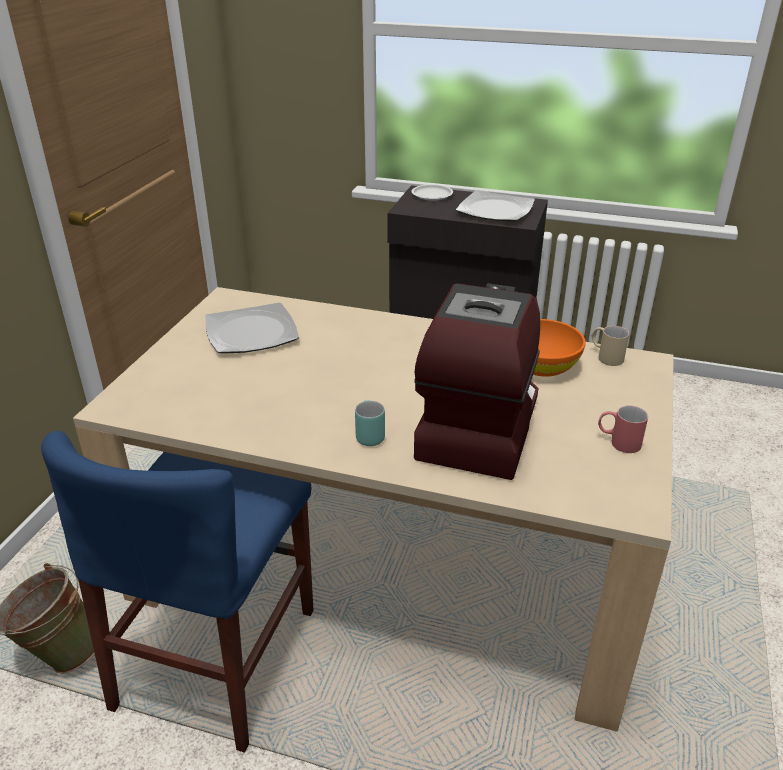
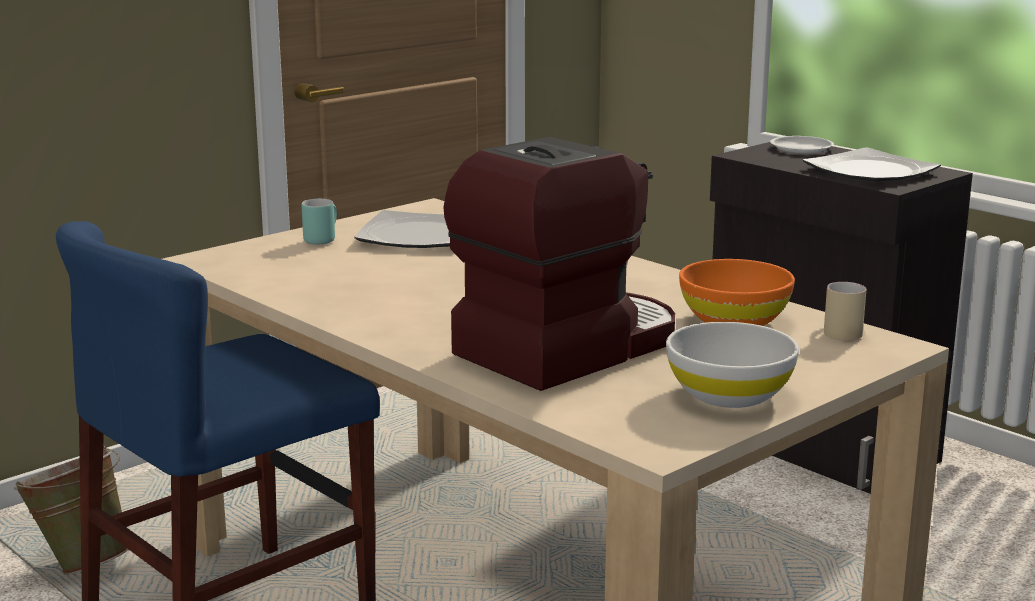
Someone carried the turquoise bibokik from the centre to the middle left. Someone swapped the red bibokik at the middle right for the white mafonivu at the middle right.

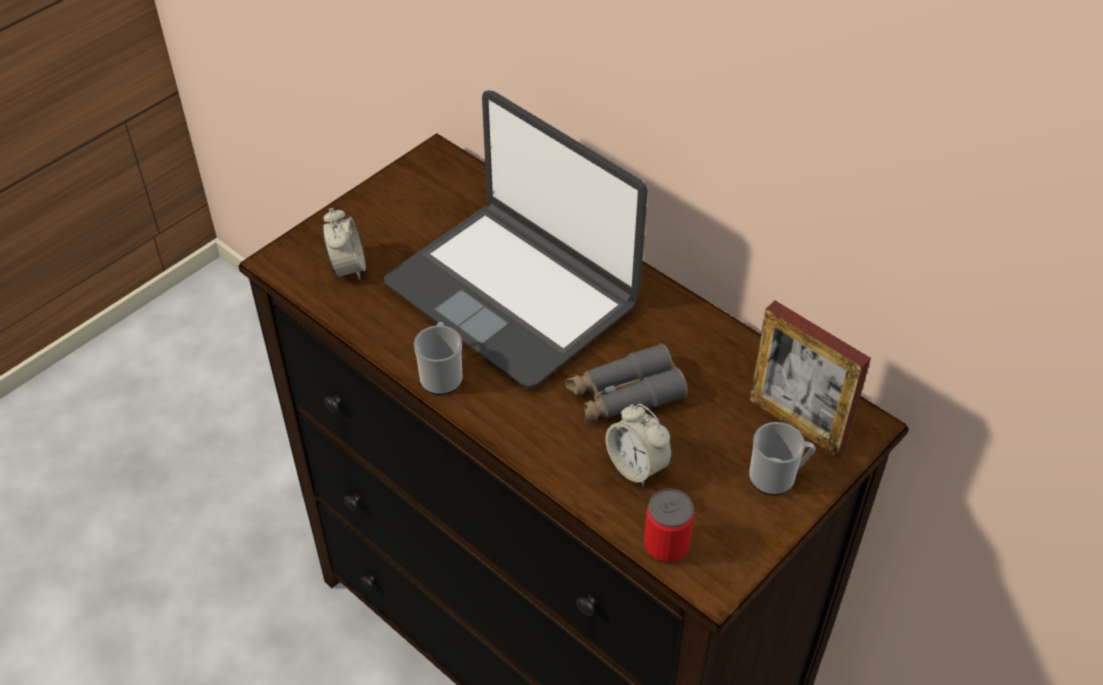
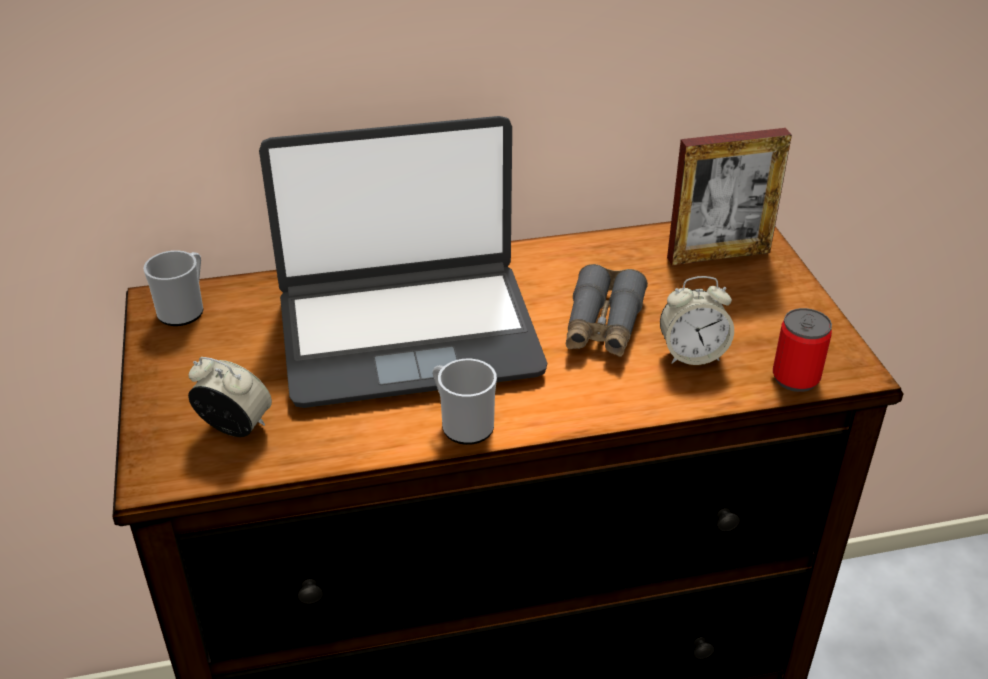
Someone carried the bibokik (2nd from left in the first image) from the bottom right to the middle left.

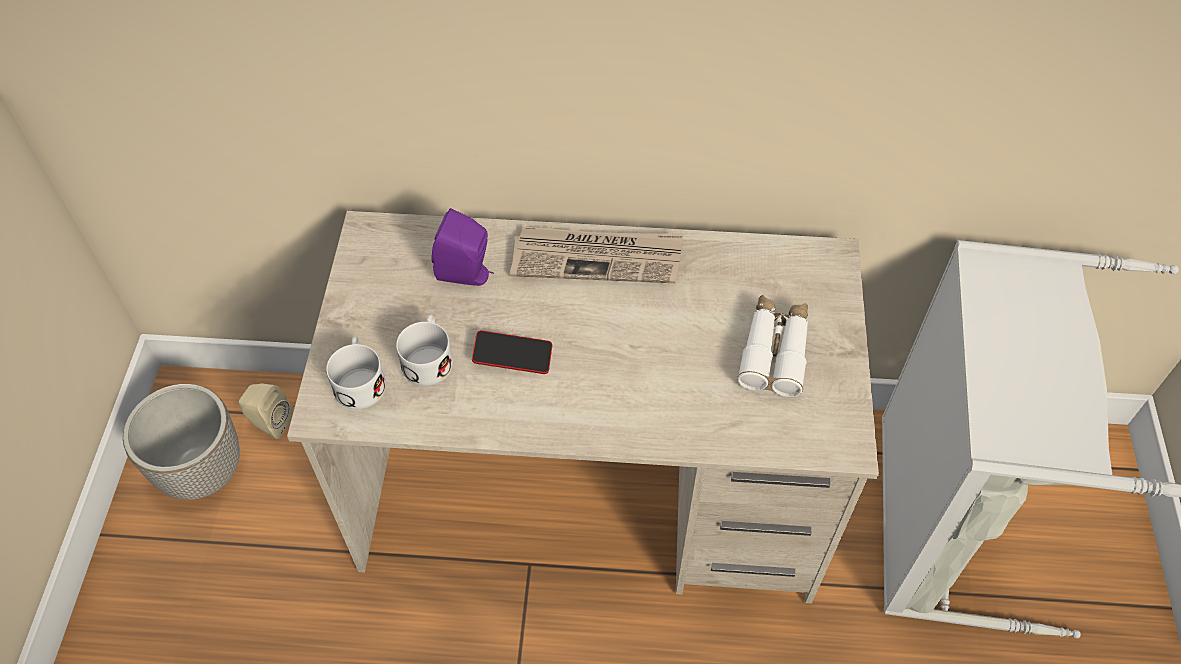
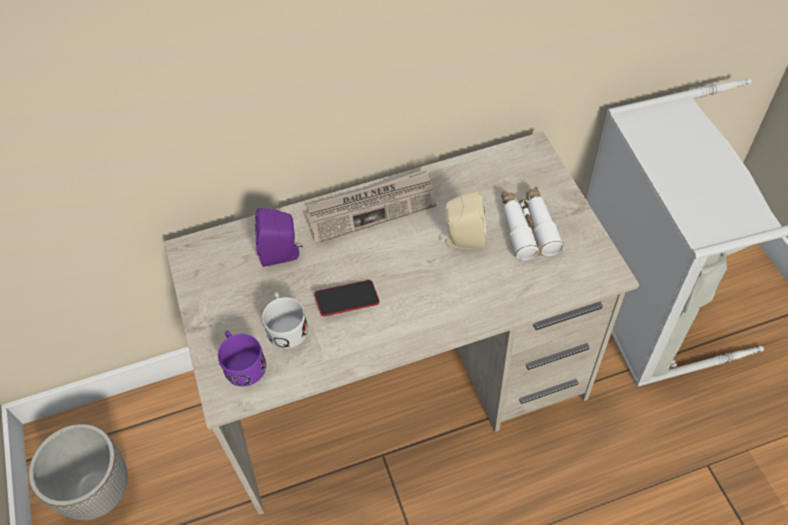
Someone carried the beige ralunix from the middle left to the centre. Someone repainted the white bibokik (1st from left) at the middle left, which became the purple bibokik at the bottom left.

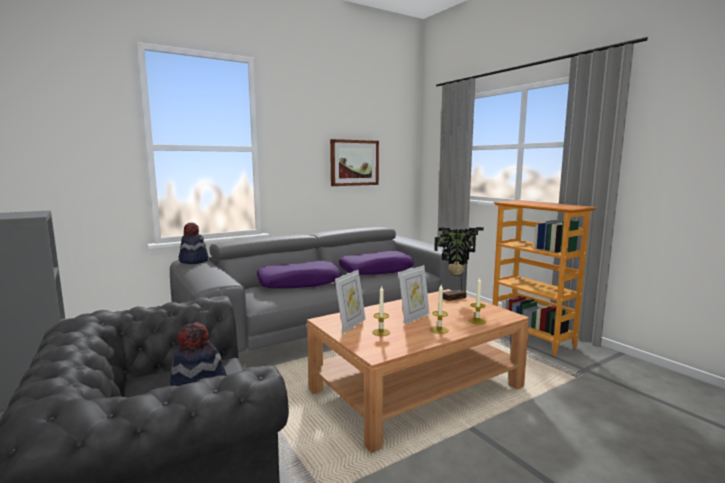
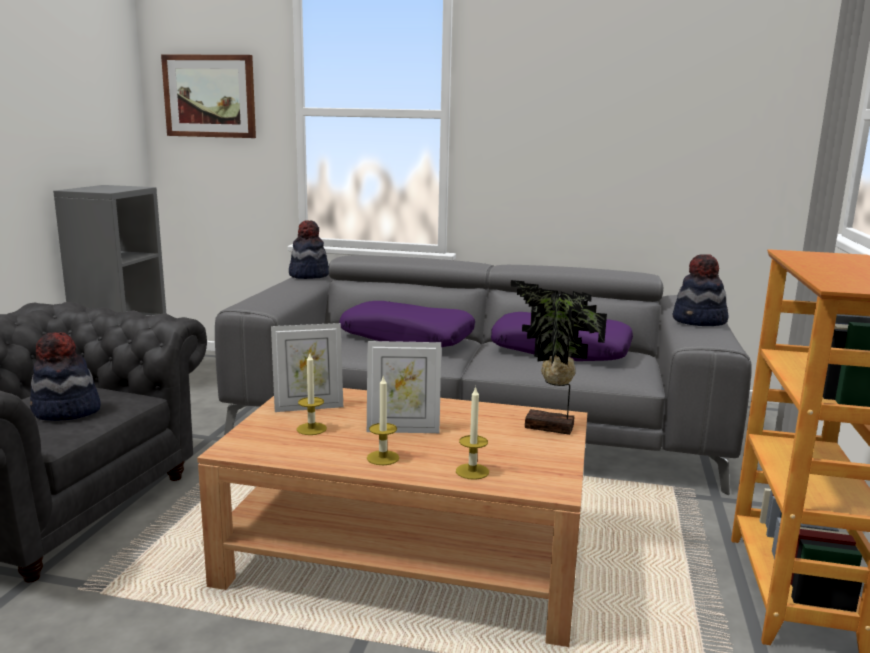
Someone carried the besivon from the centre to the top left. Someone put down the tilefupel (3rd from left) at the middle right.

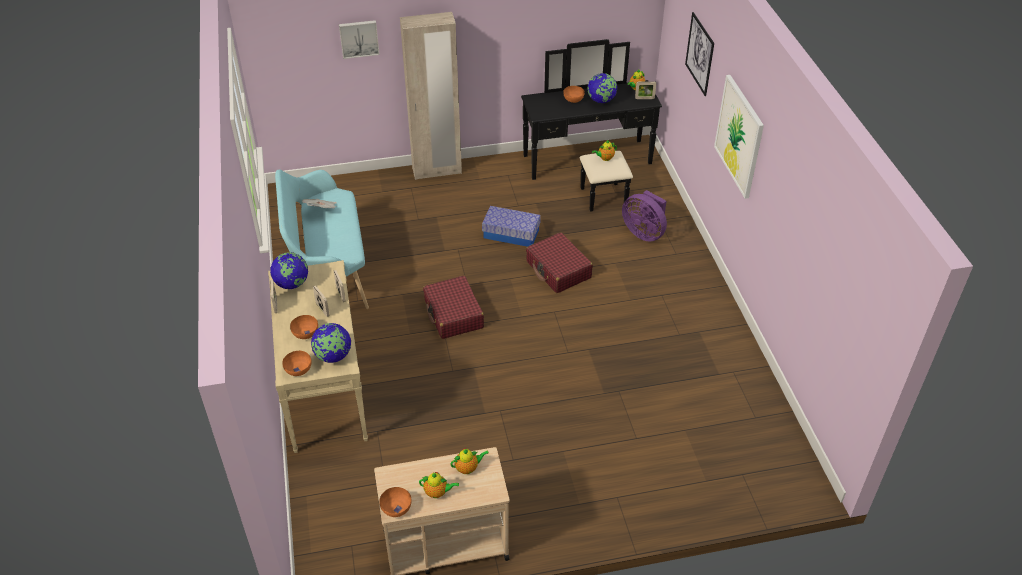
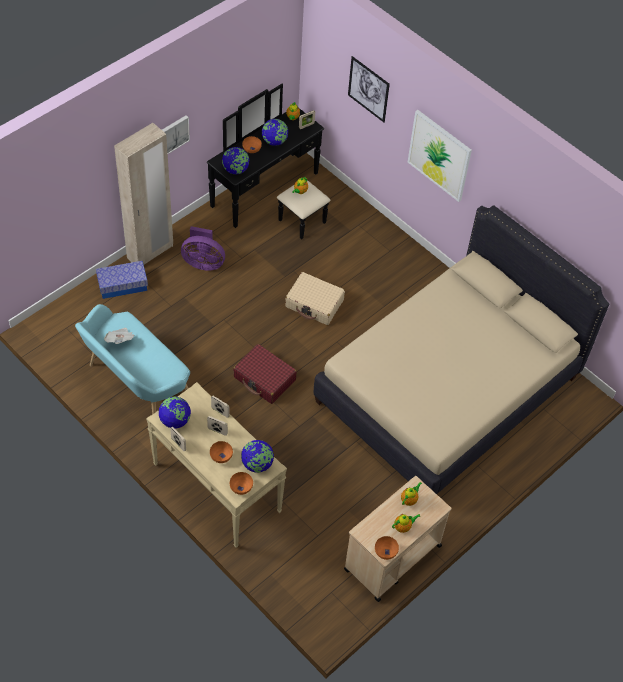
Someone carried the besivon (1st from left) from the top centre to the top left. Someone carried the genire from the centre to the middle left. Someone repainted the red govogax (2nd from left) at the centre, which became the beige govogax at the centre. Someone carried the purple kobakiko from the centre to the middle left. Someone put down the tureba (2nd from left) at the top centre. Someone put down the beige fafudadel at the middle right.

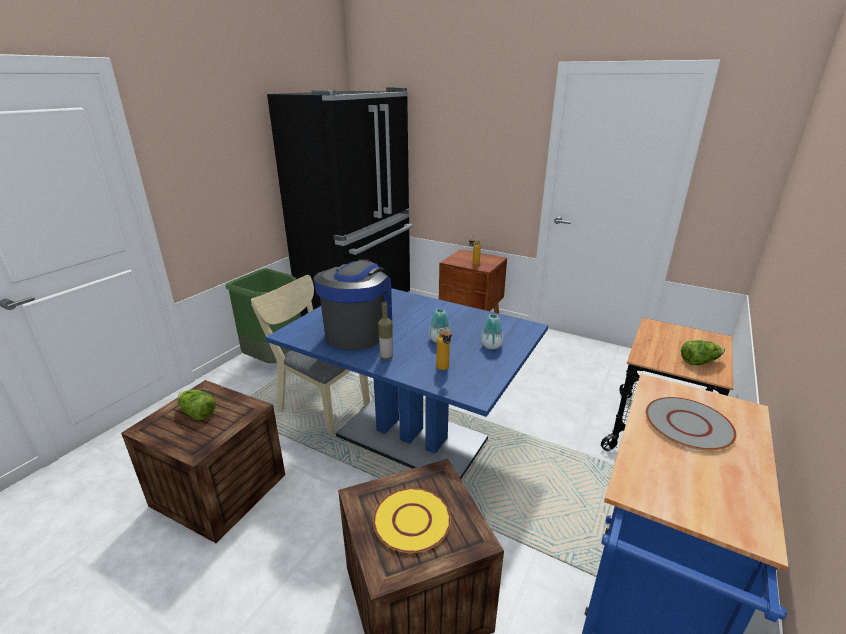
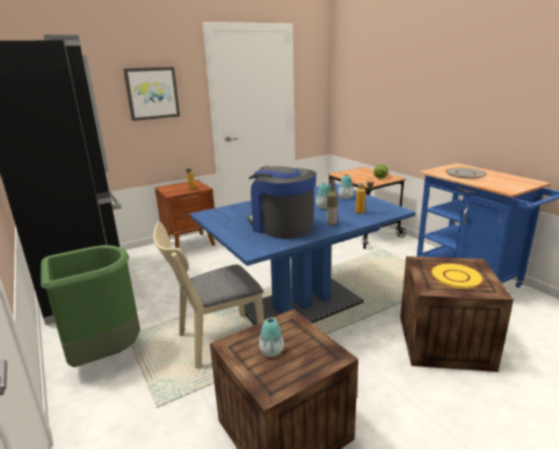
Someone swapped the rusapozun (1st from left) at the middle left for the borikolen (1st from left) at the bottom centre. Someone put up the besivon at the top left.

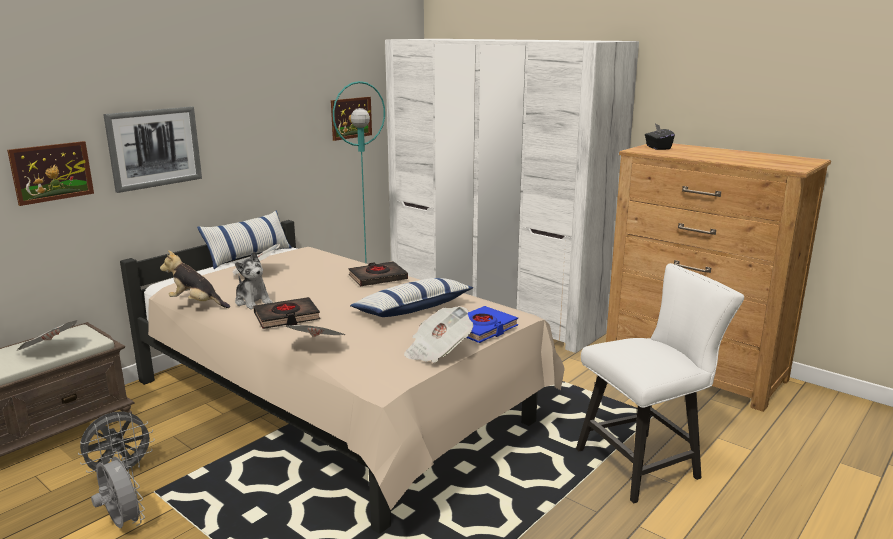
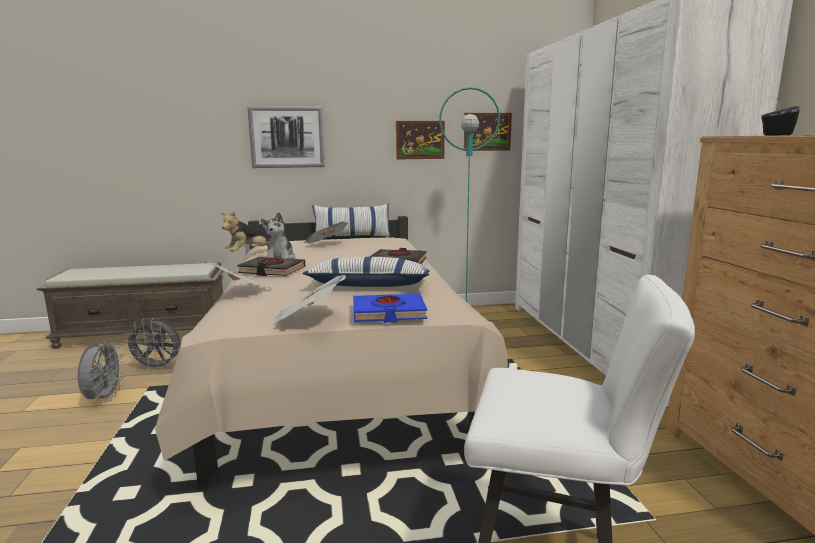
Someone carried the besivon (1st from left in the first image) from the top left to the top centre. Someone took away the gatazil (1st from left) at the middle left. Someone rotated the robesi (1st from left) at the middle left by 105 degrees counterclockwise.

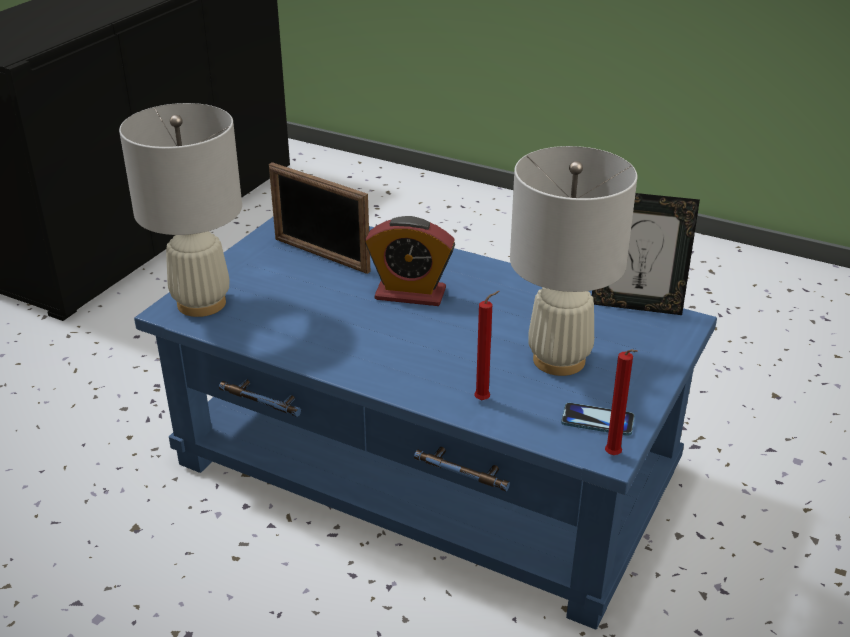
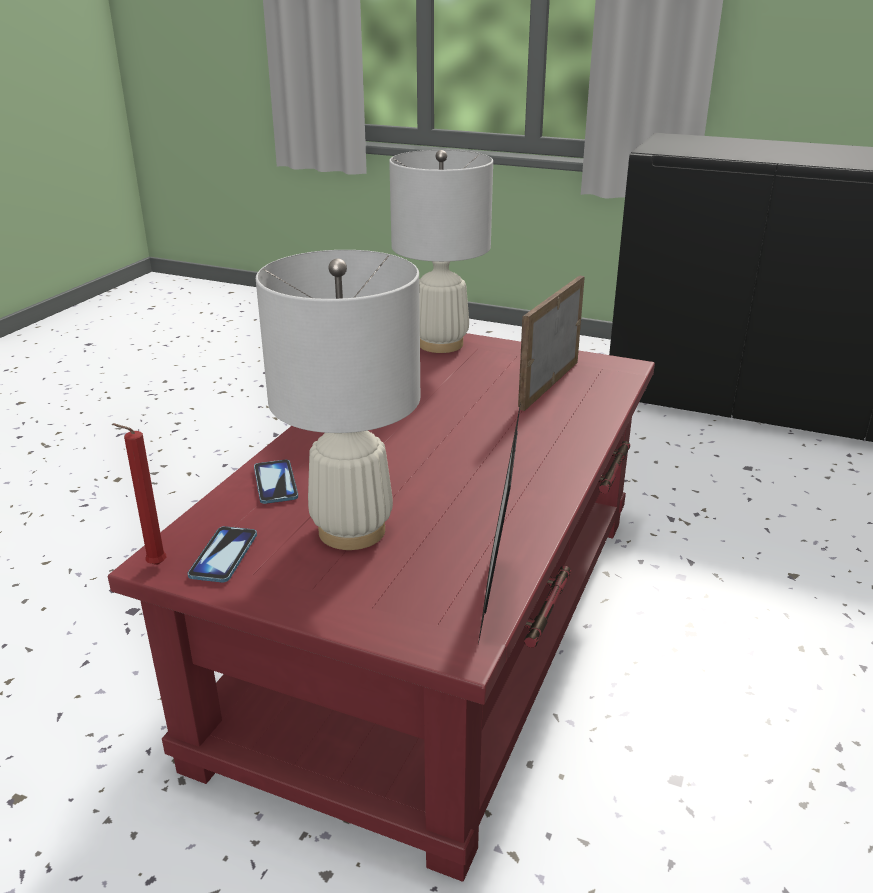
Someone repainted the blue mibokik at the centre, which became the red mibokik at the bottom centre. Someone took away the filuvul at the centre. Someone swapped the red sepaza (1st from left) at the centre for the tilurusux (2nd from left) at the middle left.

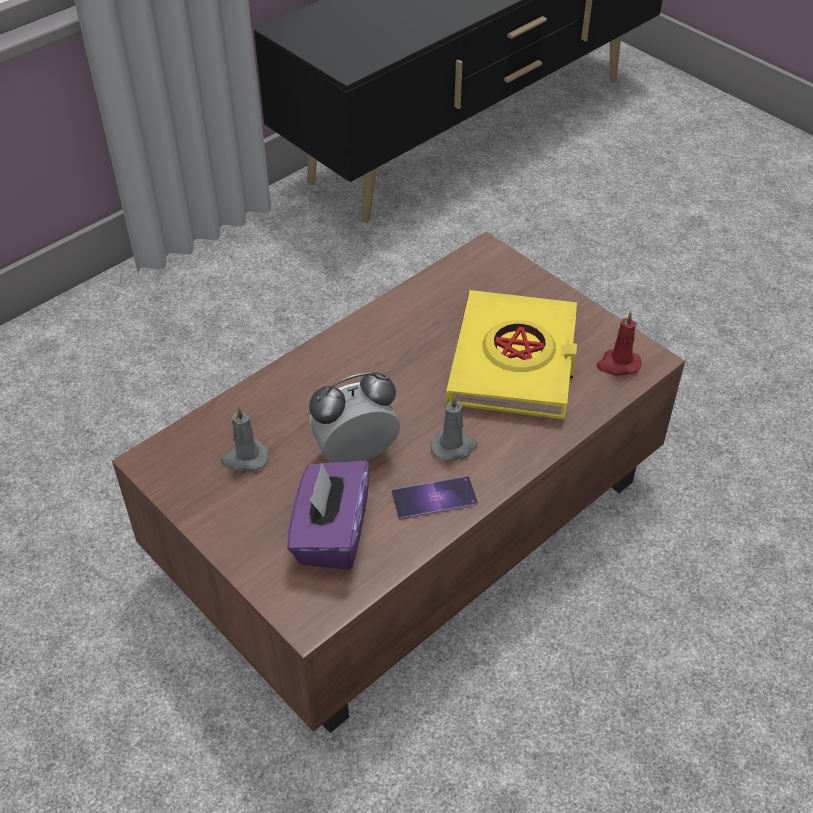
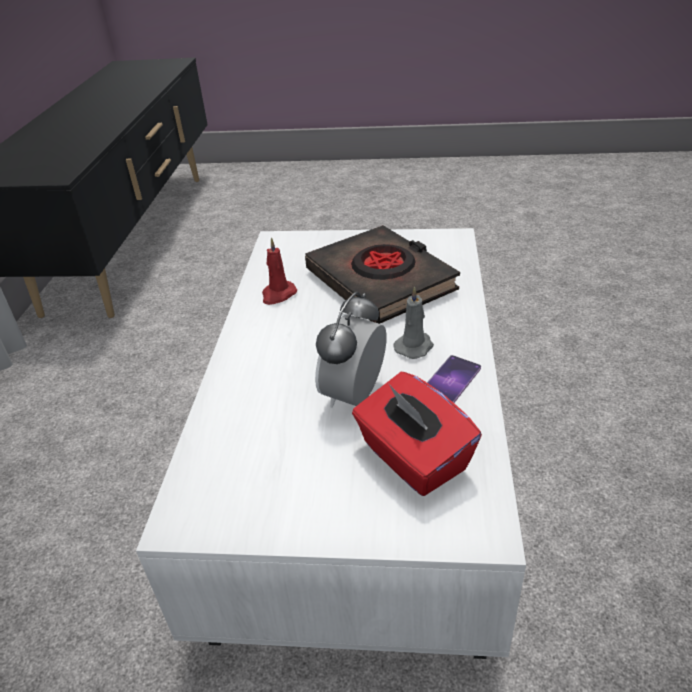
Someone repainted the brown mibokik at the centre, which became the white mibokik at the centre. Someone took away the grey sepaza (1st from left) at the middle left. Someone repainted the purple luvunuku at the centre, which became the red luvunuku at the centre. Someone repainted the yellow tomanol at the centre, which became the black tomanol at the centre. Someone carried the red sepaza from the middle right to the centre.

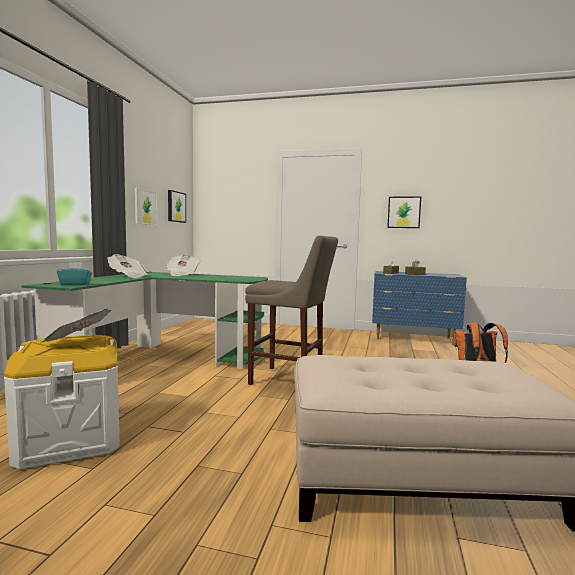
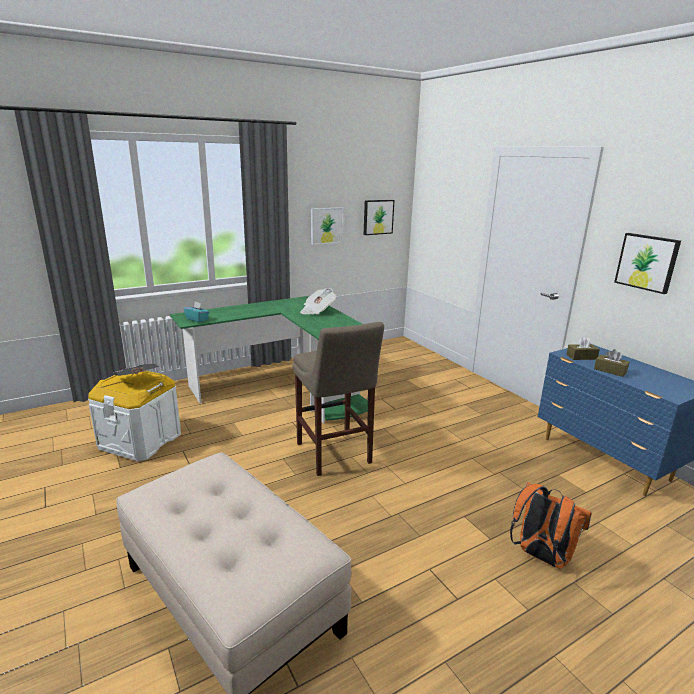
Someone took away the gatazil (2nd from left) at the middle left.

